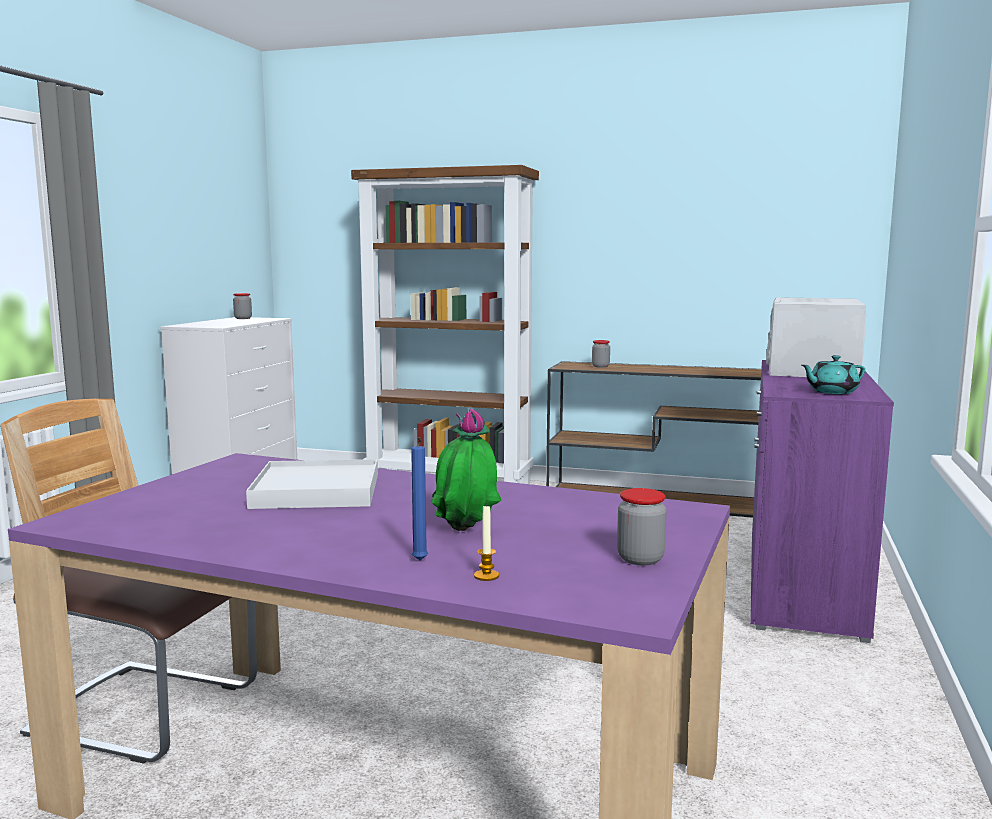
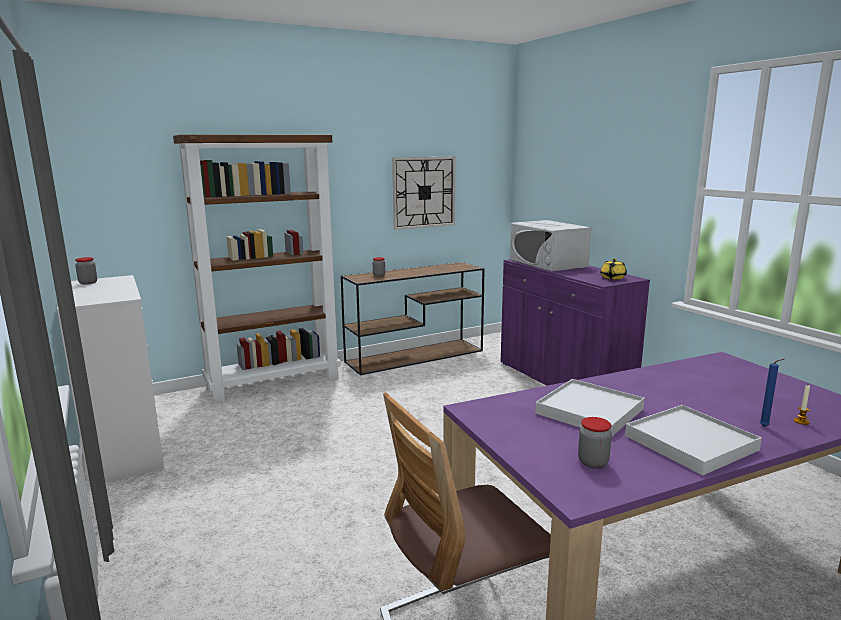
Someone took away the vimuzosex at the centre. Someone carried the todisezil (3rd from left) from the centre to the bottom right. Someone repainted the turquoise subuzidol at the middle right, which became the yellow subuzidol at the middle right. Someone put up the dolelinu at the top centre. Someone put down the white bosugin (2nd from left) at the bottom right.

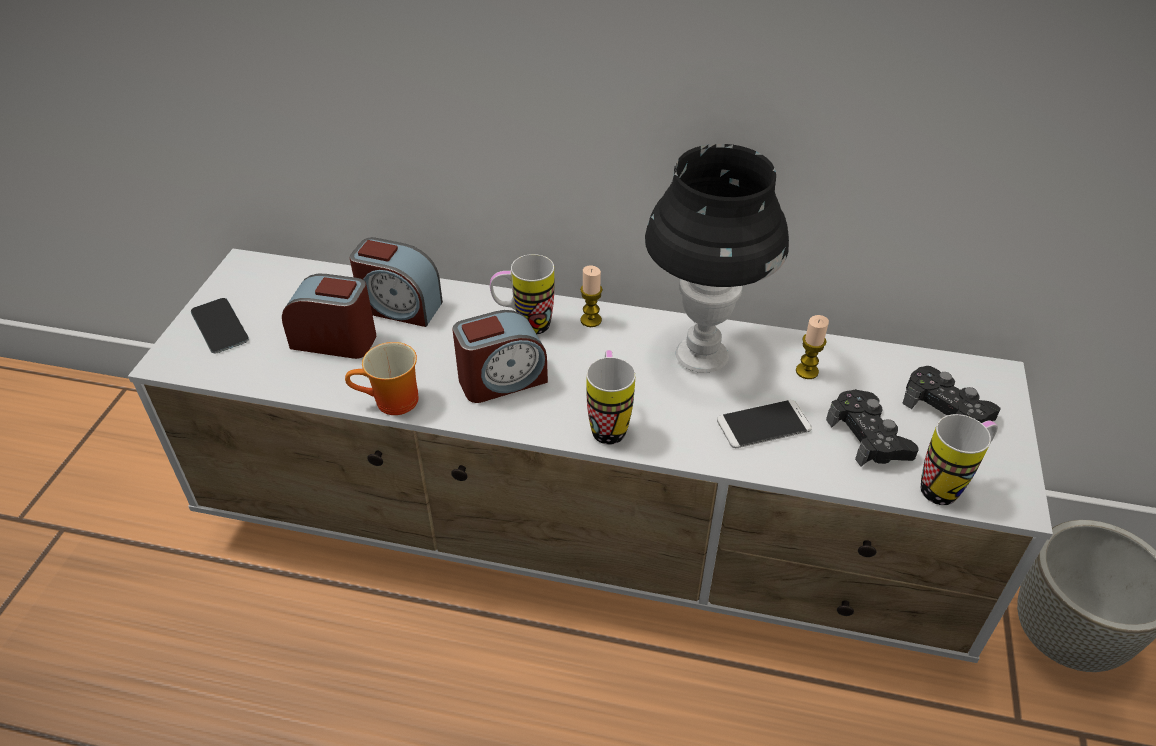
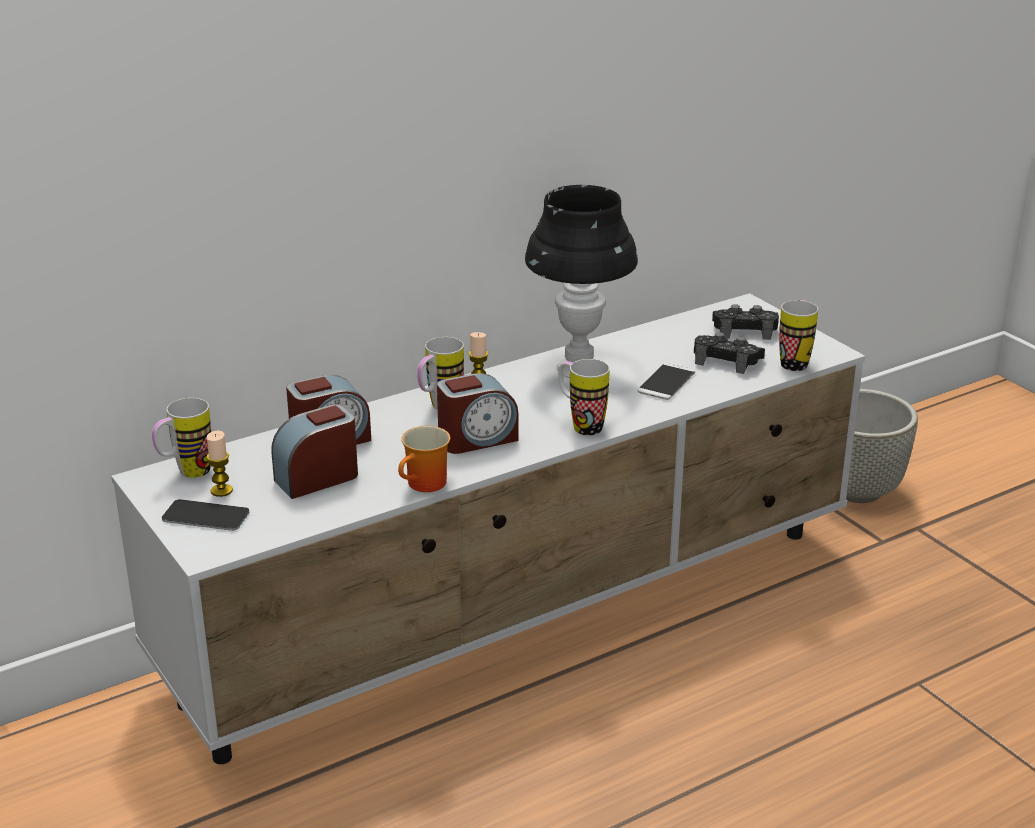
Someone rotated the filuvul (3rd from left) at the centre by 45 degrees clockwise. Someone carried the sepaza (2nd from left in the first image) from the middle right to the middle left. Someone put down the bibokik (1st from left) at the middle left.

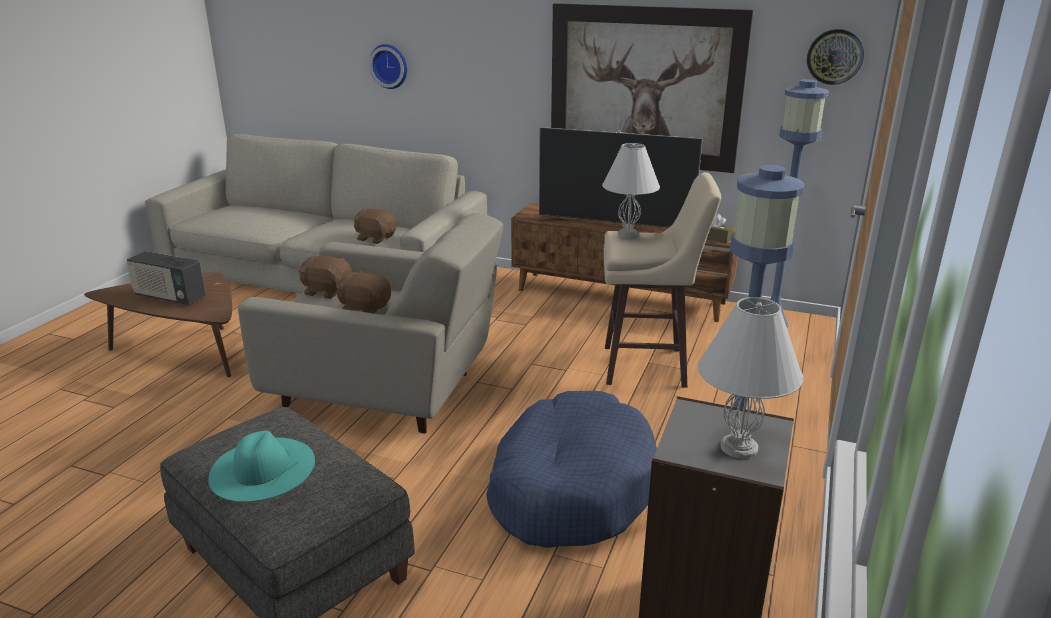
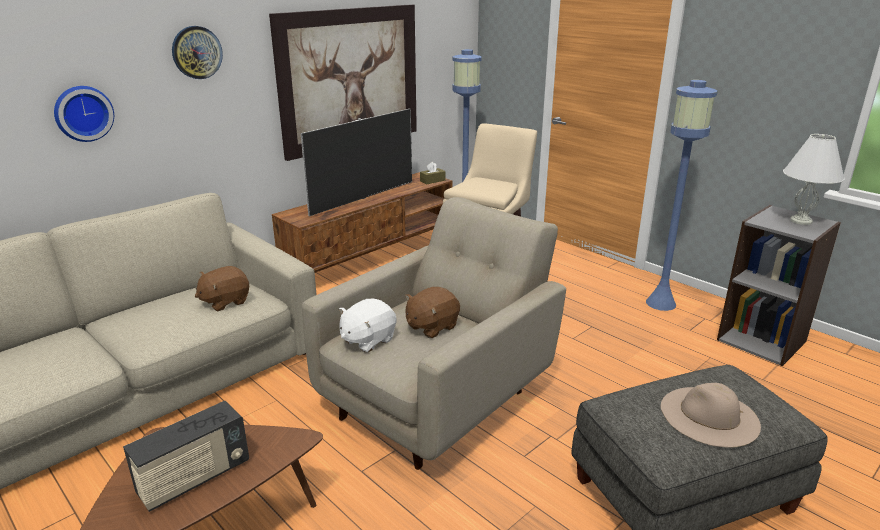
Someone repainted the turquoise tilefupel at the bottom left, which became the beige tilefupel at the bottom right. Someone repainted the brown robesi (1st from left) at the middle left, which became the white robesi at the centre. Someone took away the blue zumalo at the bottom centre. Someone took away the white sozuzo (1st from left) at the top centre. Someone carried the dolelinu (2nd from left) from the top right to the top left.

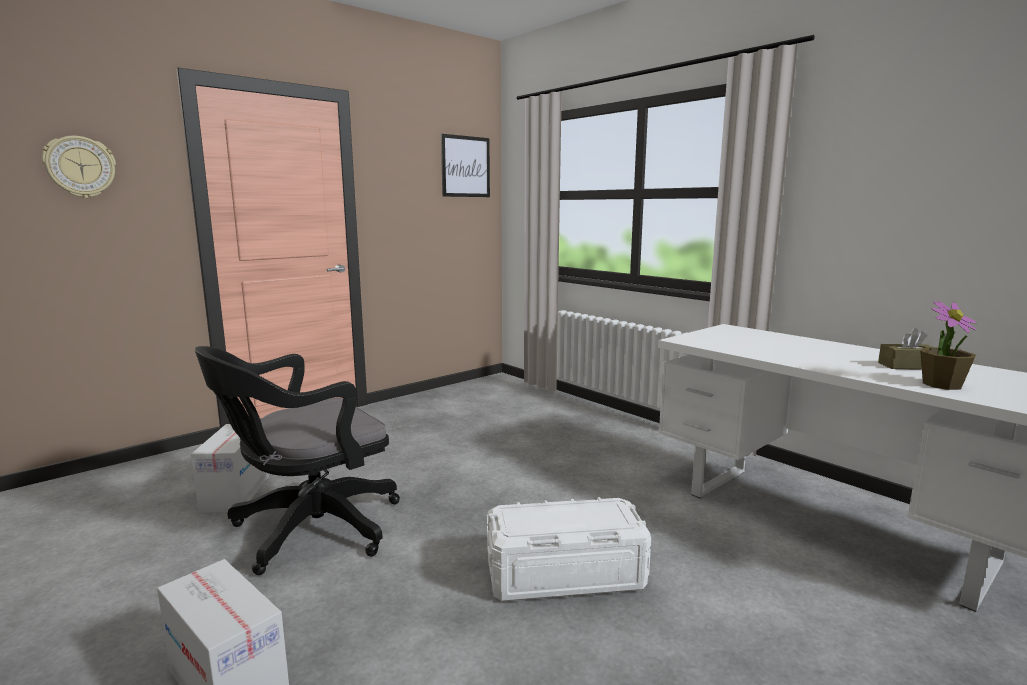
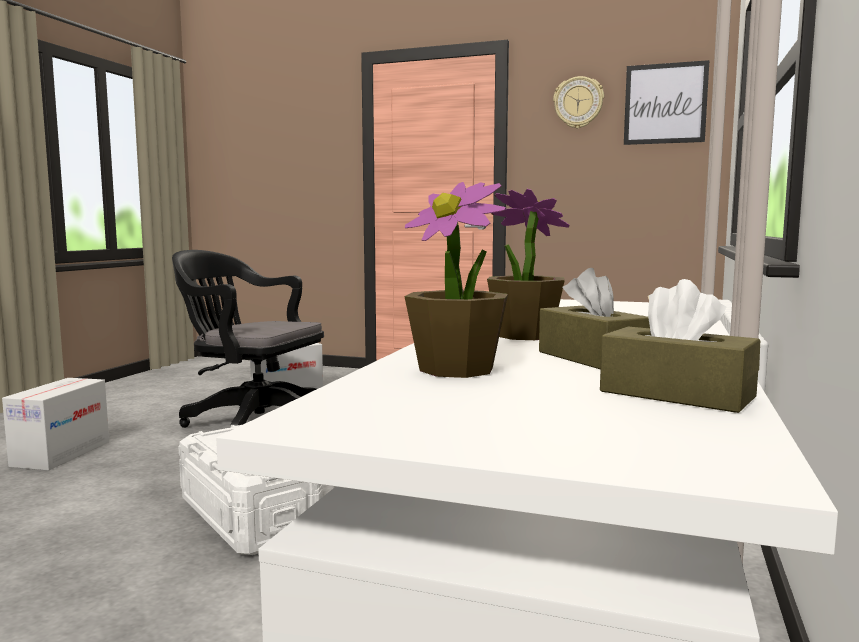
Someone carried the dolelinu from the top left to the top right. Someone put down the vimuzosex (2nd from left) at the centre. Someone put down the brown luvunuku (2nd from left) at the middle right.

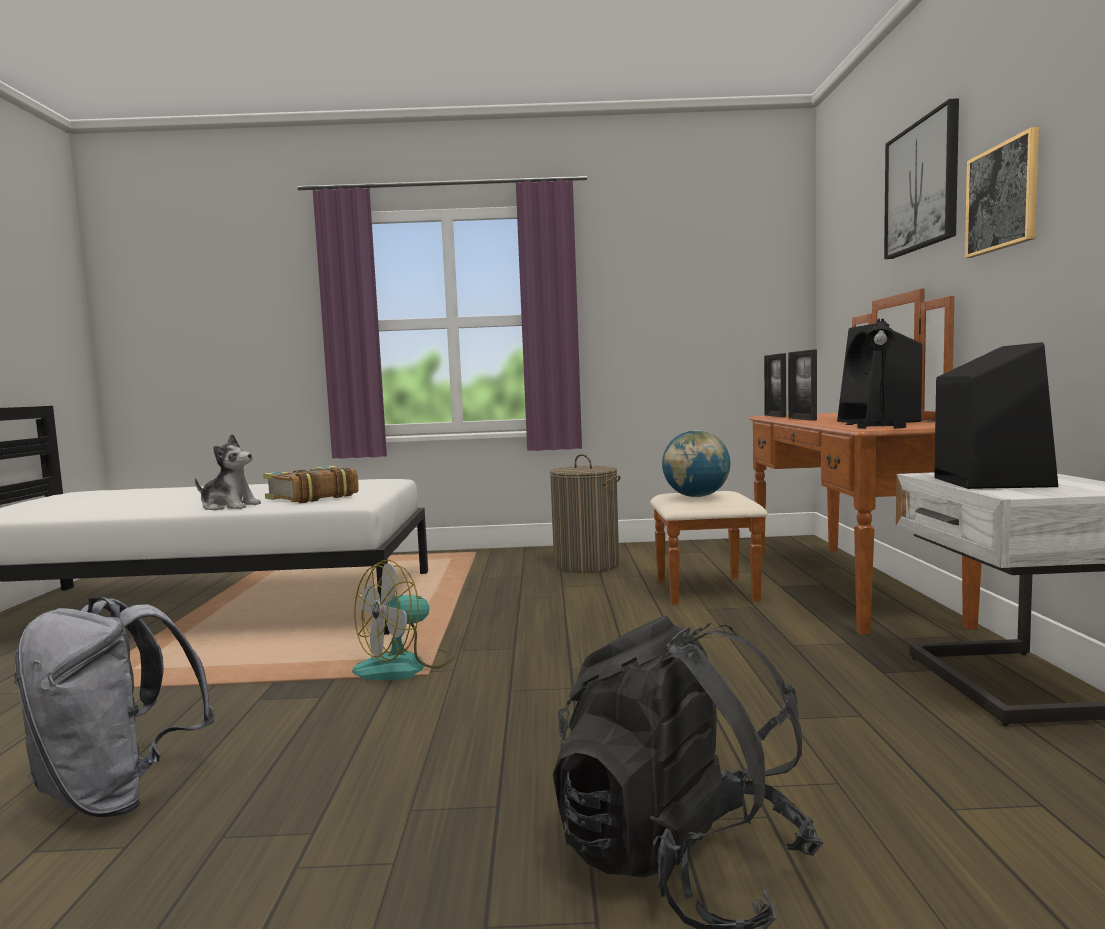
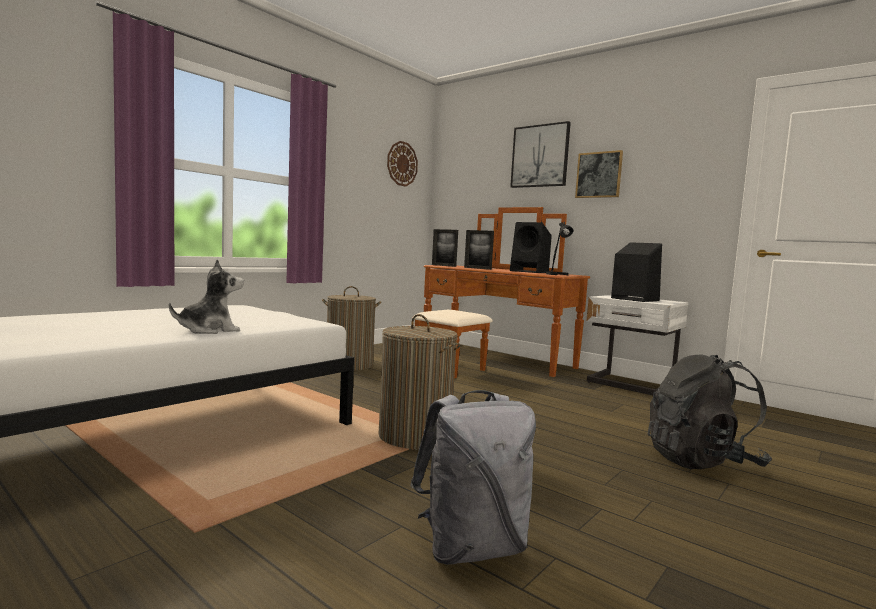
Someone took away the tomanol at the middle left. Someone swapped the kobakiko at the bottom centre for the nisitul (2nd from left) at the centre. Someone took away the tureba at the centre. Someone put up the dolelinu at the top centre.

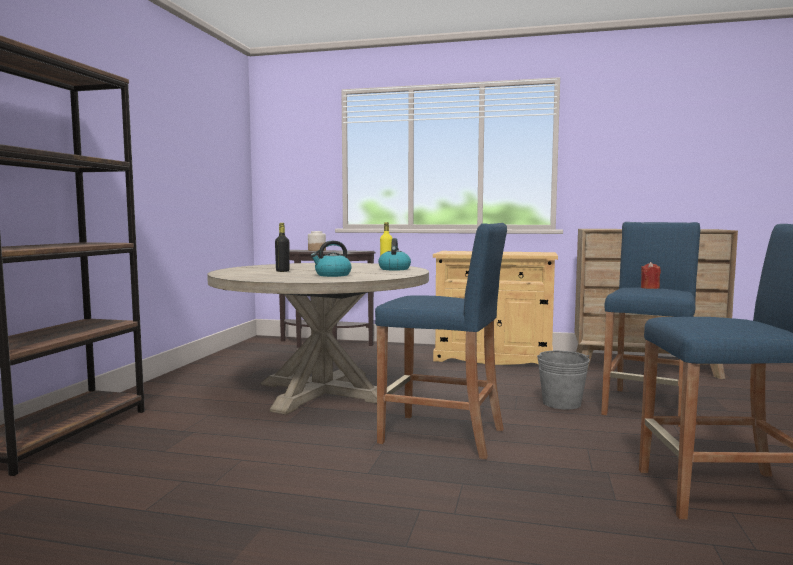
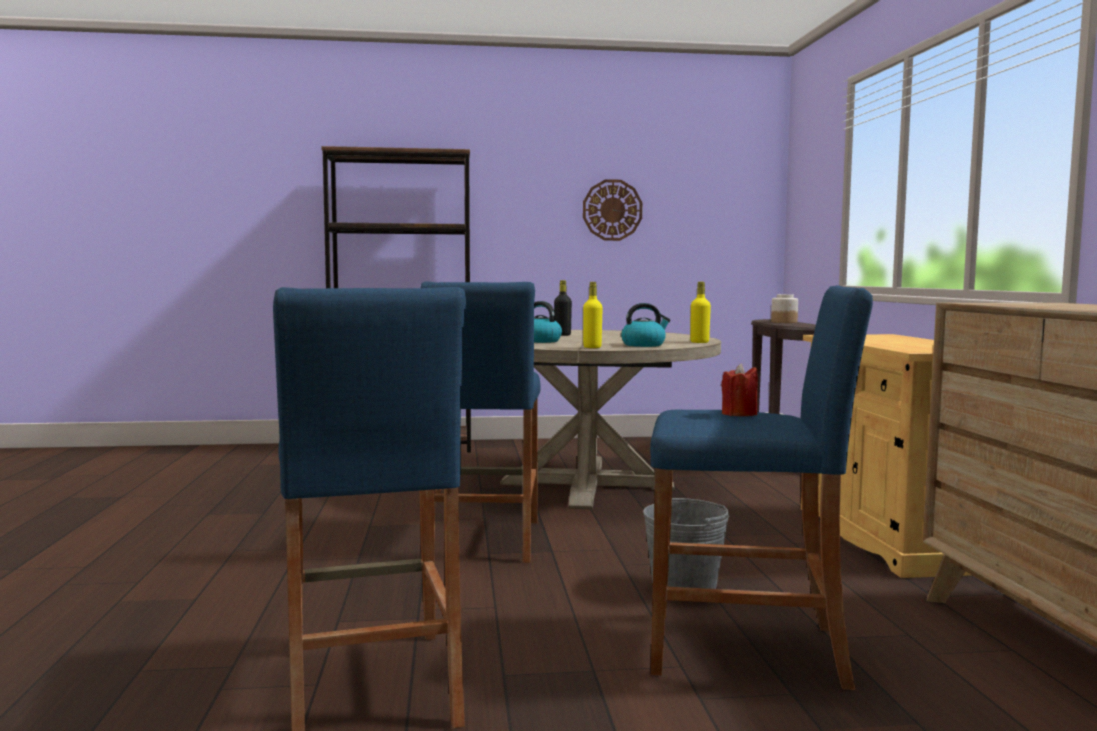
Someone put up the dolelinu at the top centre. Someone put down the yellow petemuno (1st from left) at the centre.

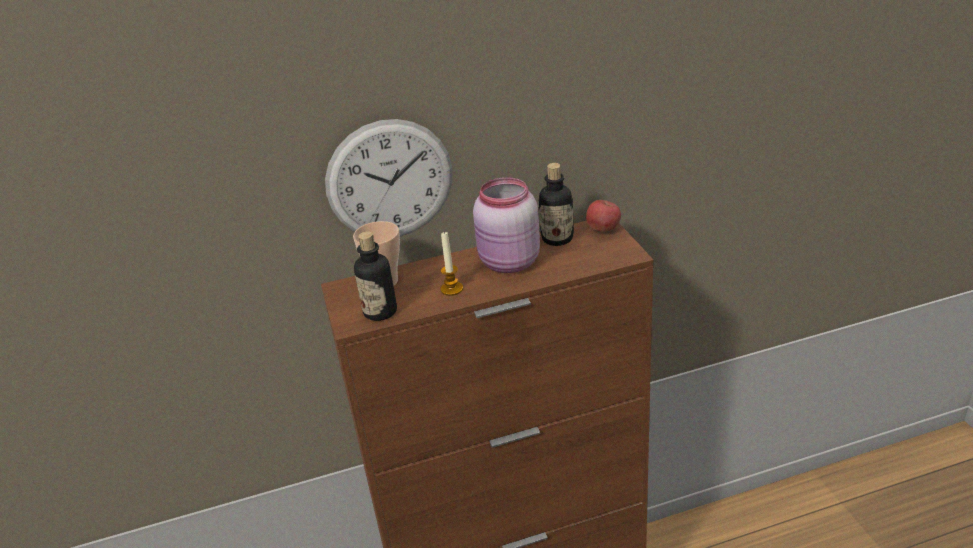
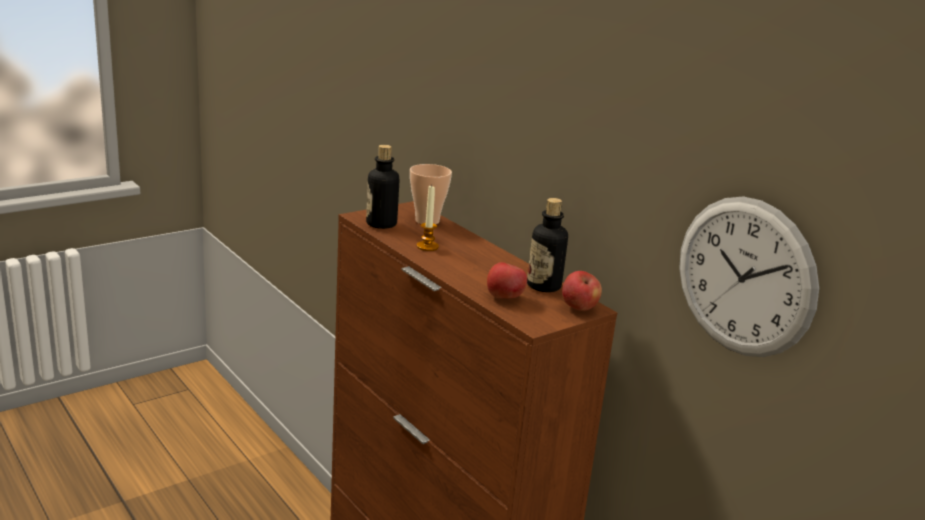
Someone carried the dolelinu from the top centre to the middle right. Someone took away the pink todisezil at the centre. Someone put down the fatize (1st from left) at the centre.

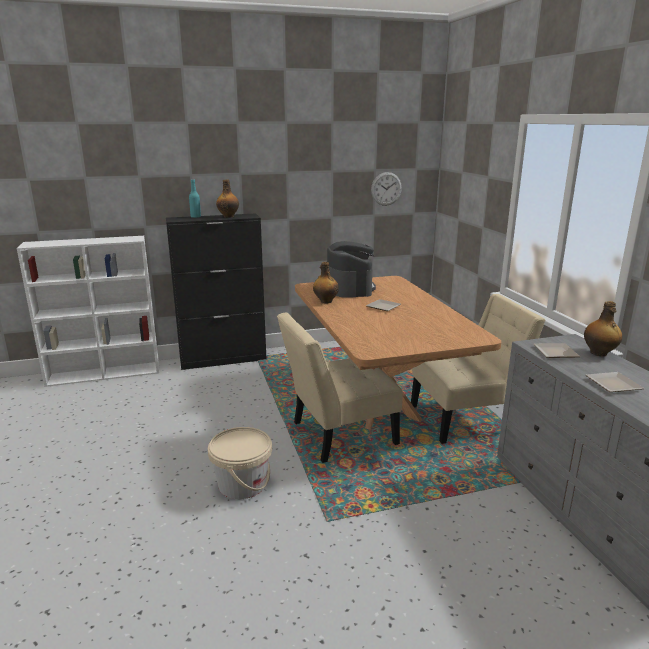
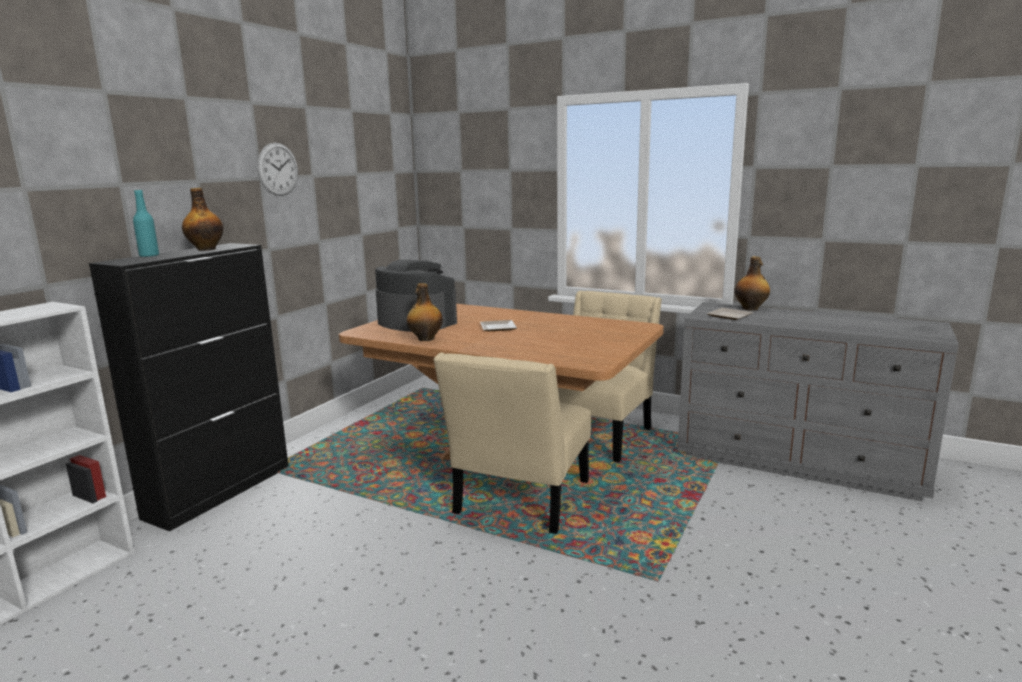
Someone took away the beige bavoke at the bottom centre. Someone carried the dolelinu from the top centre to the top left. Someone took away the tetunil (3rd from left) at the middle right.

